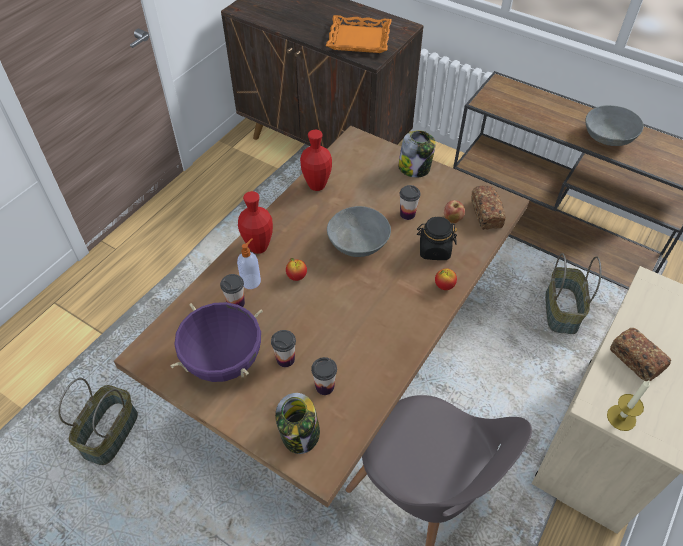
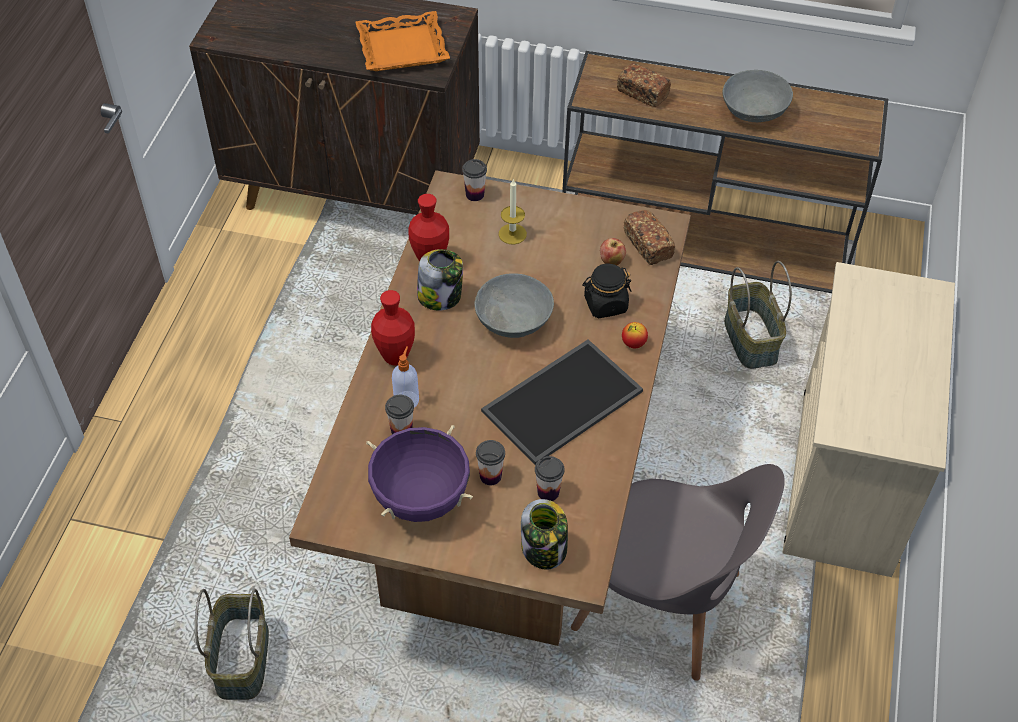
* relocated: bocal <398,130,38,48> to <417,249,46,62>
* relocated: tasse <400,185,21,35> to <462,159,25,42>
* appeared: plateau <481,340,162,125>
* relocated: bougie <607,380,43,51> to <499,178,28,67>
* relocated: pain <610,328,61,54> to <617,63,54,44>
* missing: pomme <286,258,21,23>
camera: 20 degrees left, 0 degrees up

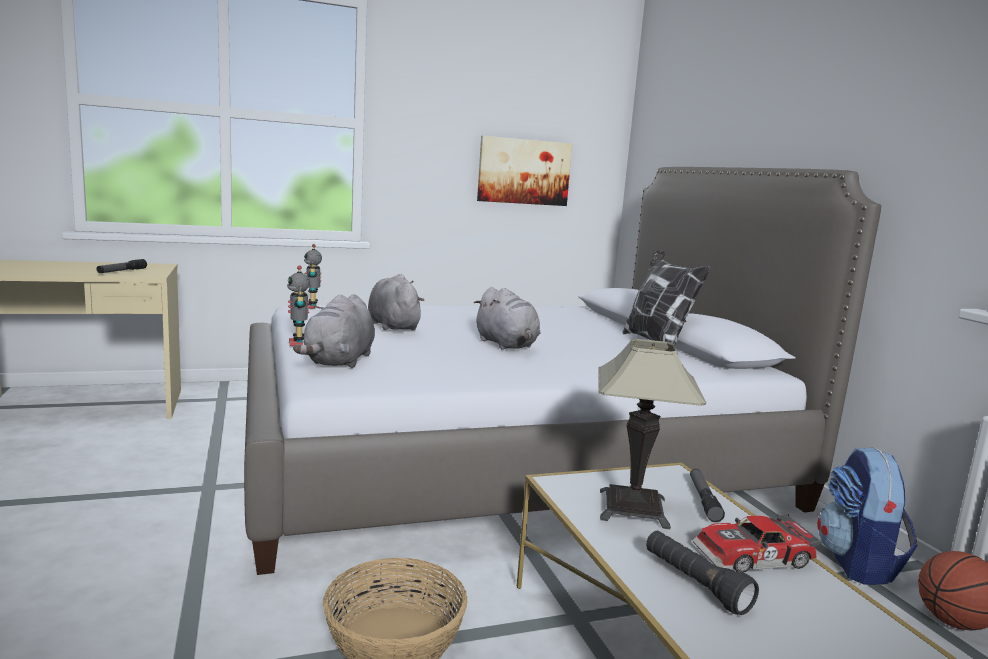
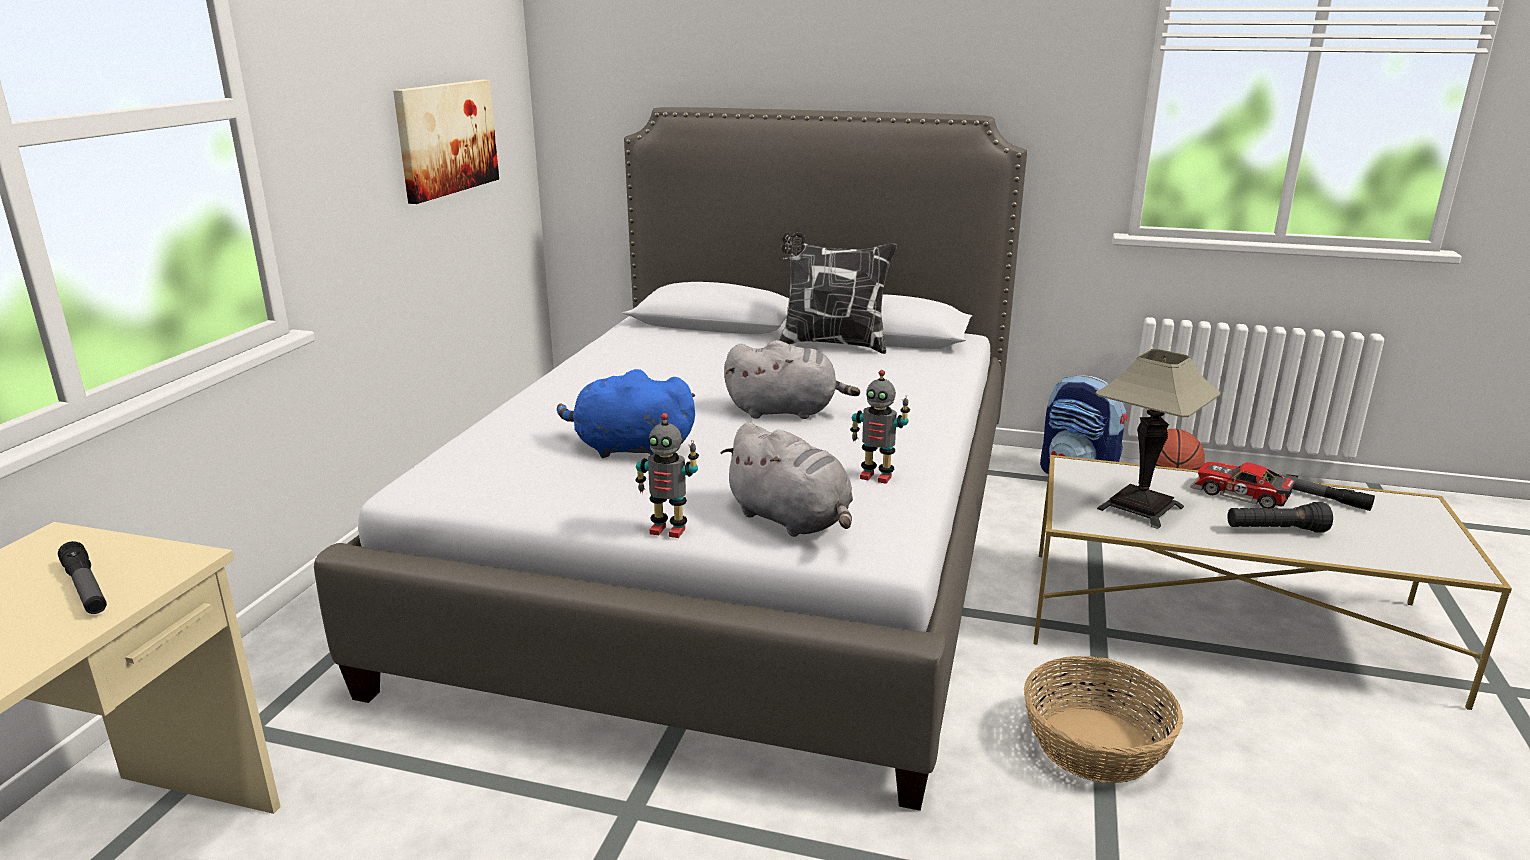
* colour: peluche [gris] <368,274,56,56> to peluche [bleu] <557,369,138,89>
* relocated: robot jouet <304,244,18,65> to <850,370,60,114>
* spun: petite voiture <692,514,131,59> = <1190,462,108,46> 105 degrees clockwise
* relocated: lampe de poche <690,469,35,53> to <1279,474,96,37>
camera: 55 degrees left, 10 degrees up

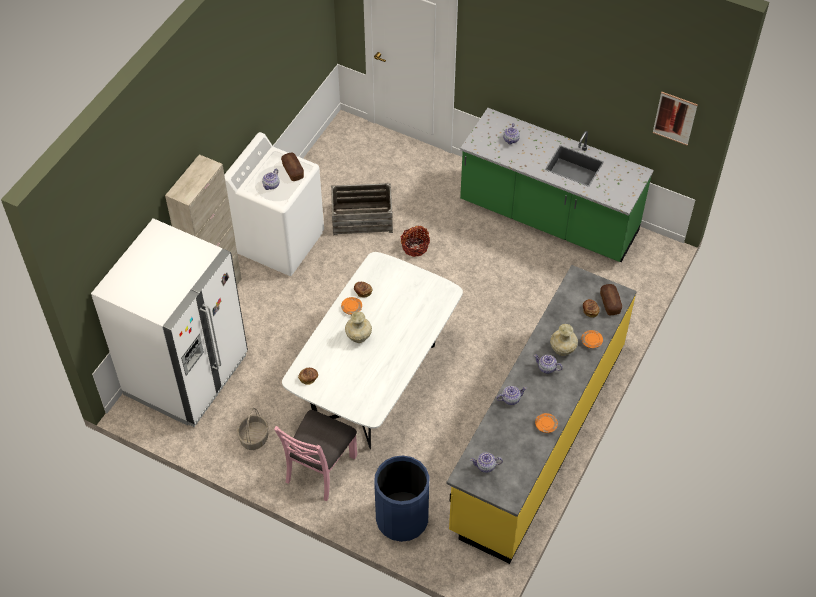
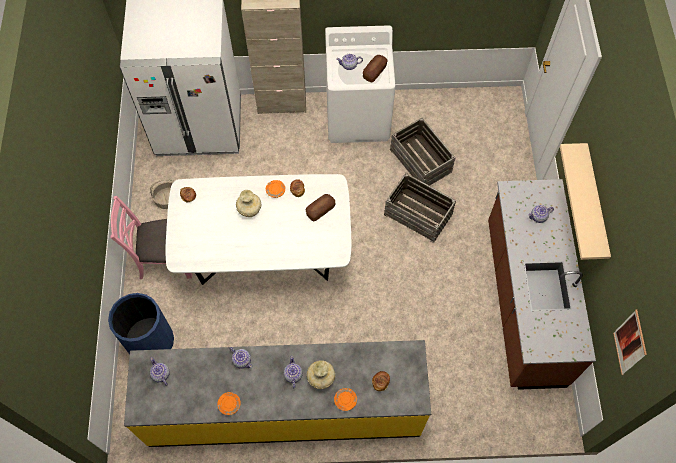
* relocated: pain <600,284,22,31> to <306,194,29,28>
* exchanged: panier <401,226,29,31> to caisse <384,173,72,70>
* colour: comptoir de cuisine [vert] <460,108,194,154> to comptoir de cuisine [marron] <488,179,108,211>
* appeared: étagère [beige] <560,143,51,117>
camera: 60 degrees right, 10 degrees up

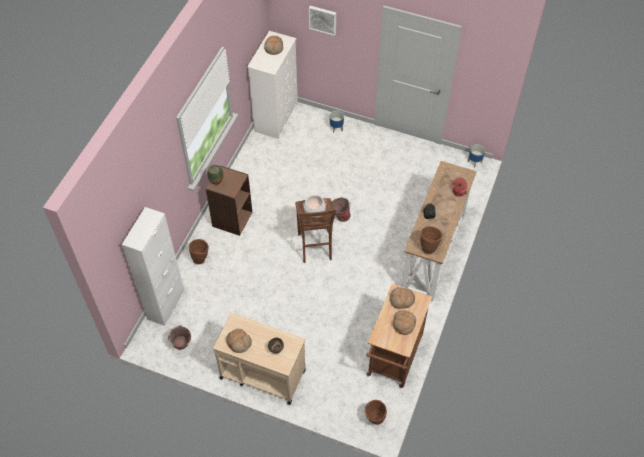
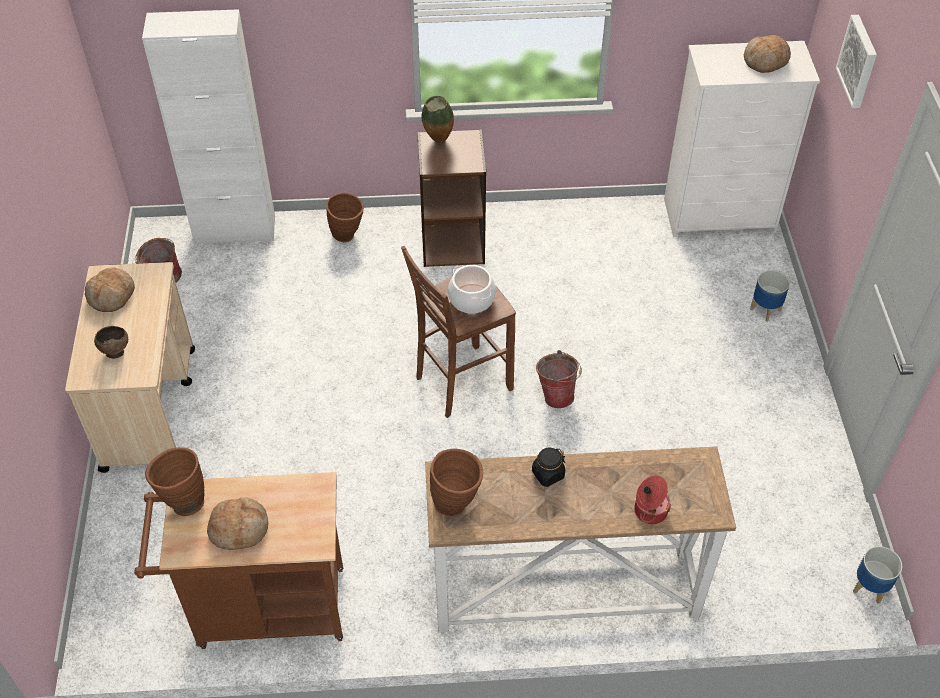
* relocated: vase [marron] <365,400,22,25> to <145,447,59,69>
* missing: pain <390,287,25,22>
camera: 65 degrees right, 5 degrees down

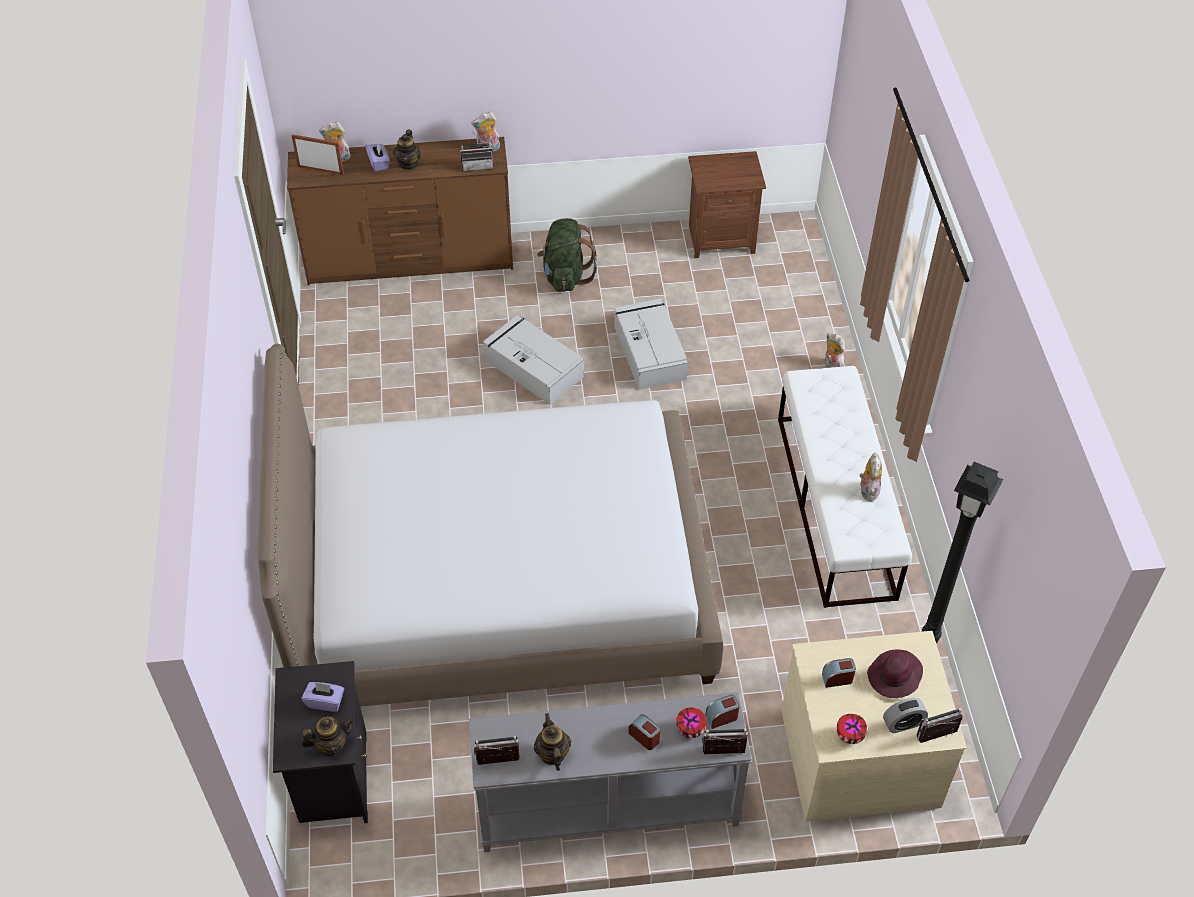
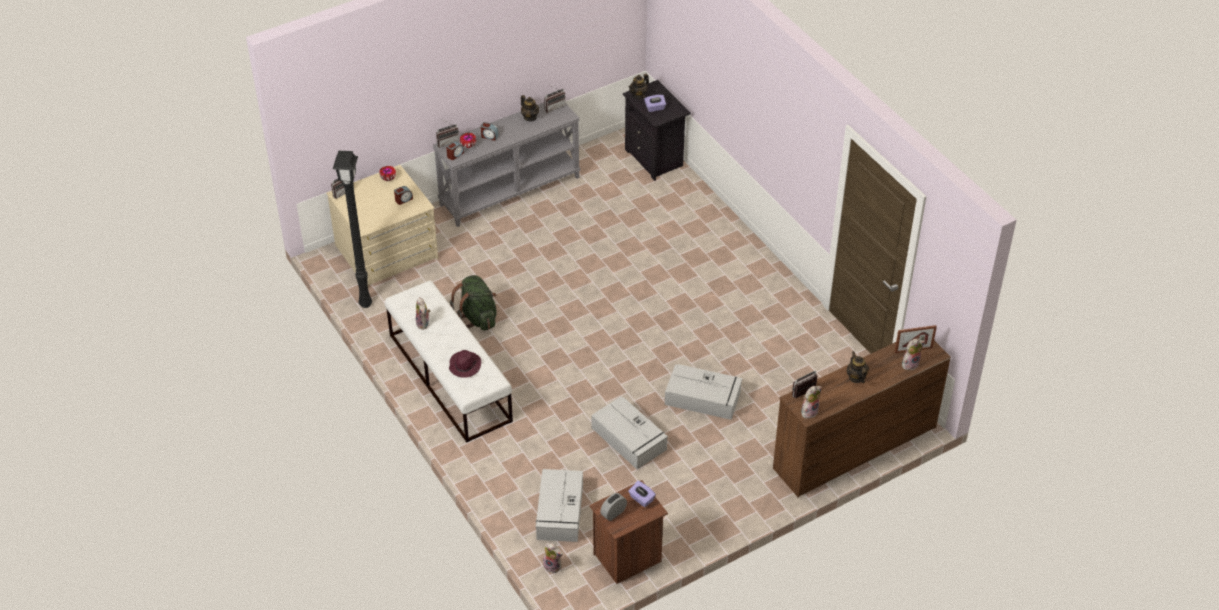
* relocated: chapeau [violet] <867,649,56,49> to <449,350,32,28>
* relocated: sac à dos [vert] <537,218,60,74> to <450,275,47,56>
* appeared: boîte de rangement [gris] <536,469,47,73>
* relocated: peluche <824,333,21,35> to <543,542,20,31>
* relocated: réveil <883,698,45,35> to <600,493,27,28>
* relocated: boîte à mouchoirs [violet] <365,141,25,31> to <628,481,28,26>
* missing: lit <257,344,466,363>
camera: 155 degrees right, 5 degrees down

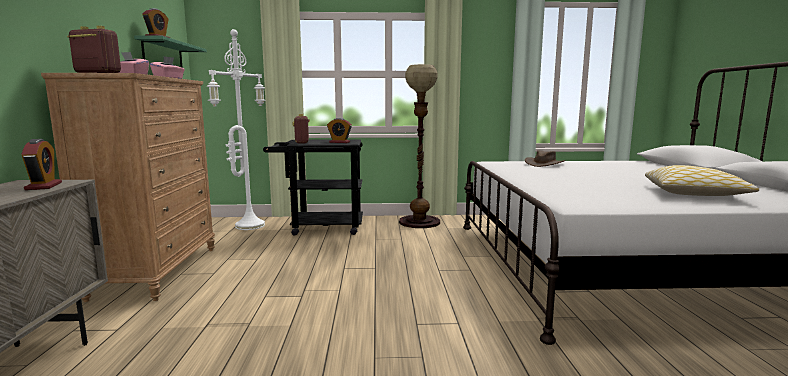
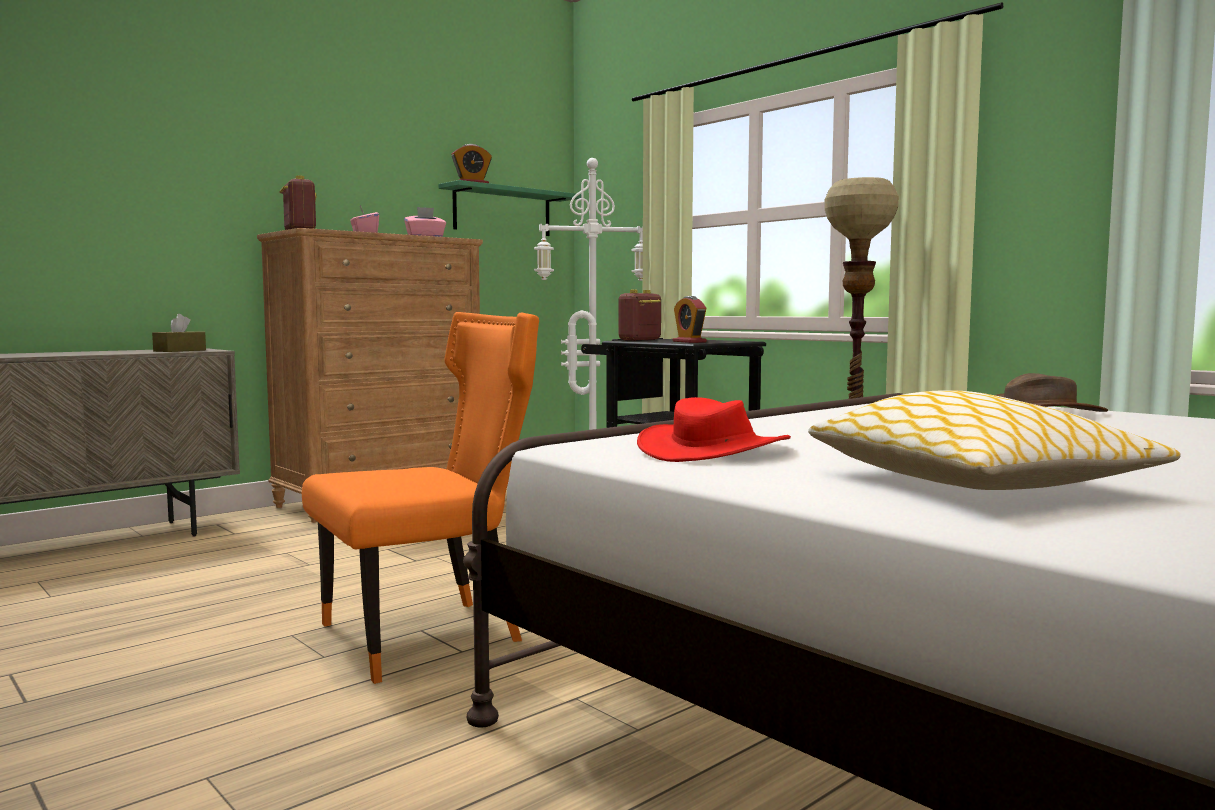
* exchanged: réveil <22,139,40,51> to boîte à mouchoirs [marron] <152,314,54,38>
* appeared: chaise [orange] <302,312,237,372>
* appeared: chapeau [rouge] <637,397,154,65>
camera: 50 degrees right, 5 degrees down

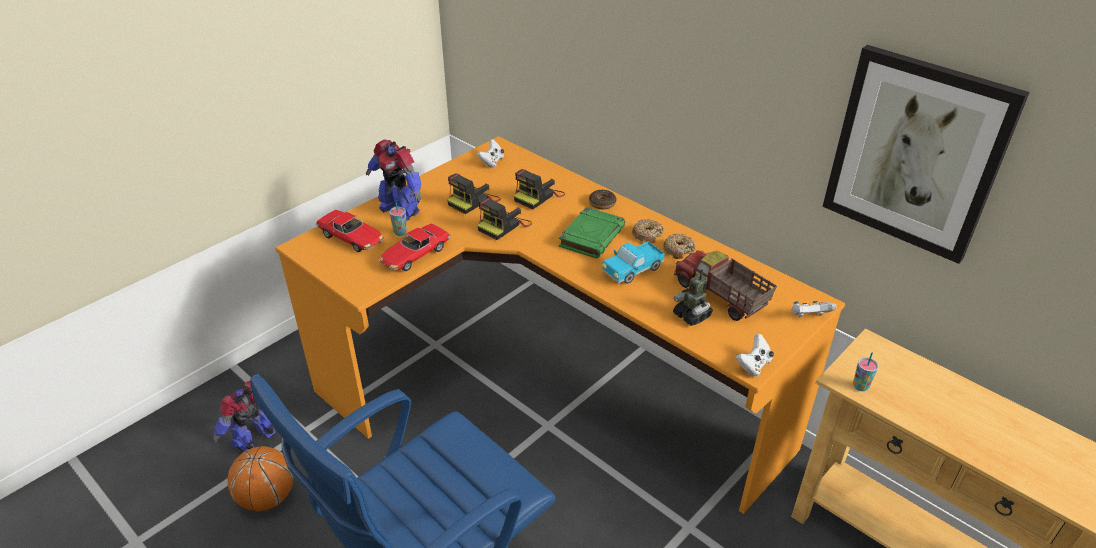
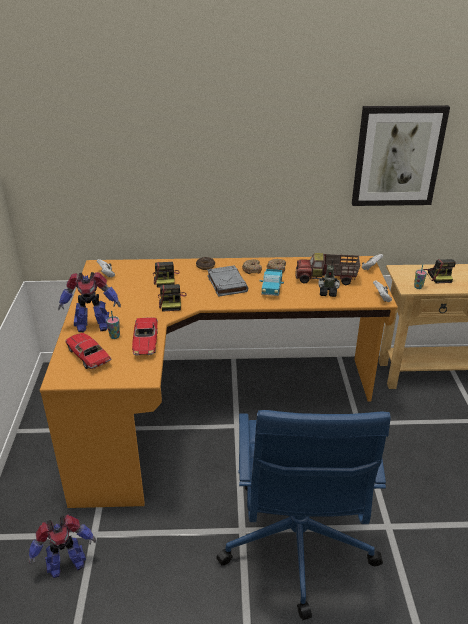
* spun: robot jouet <213,381,62,72> = <28,515,68,63> 105 degrees counterclockwise
* spun: petite voiture <316,210,68,42> = <65,333,47,36> 120 degrees counterclockwise
* colour: livre [vert] <559,207,66,52> to livre [gris] <207,266,41,31>
* relocated: appareil photo <447,174,54,40> to <423,259,33,25>
* missing: ballon de basket <228,446,65,65>
camera: 45 degrees left, 5 degrees down

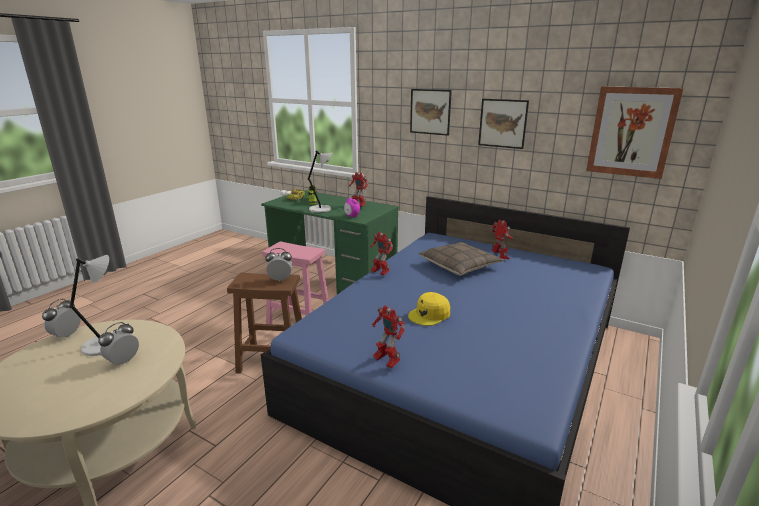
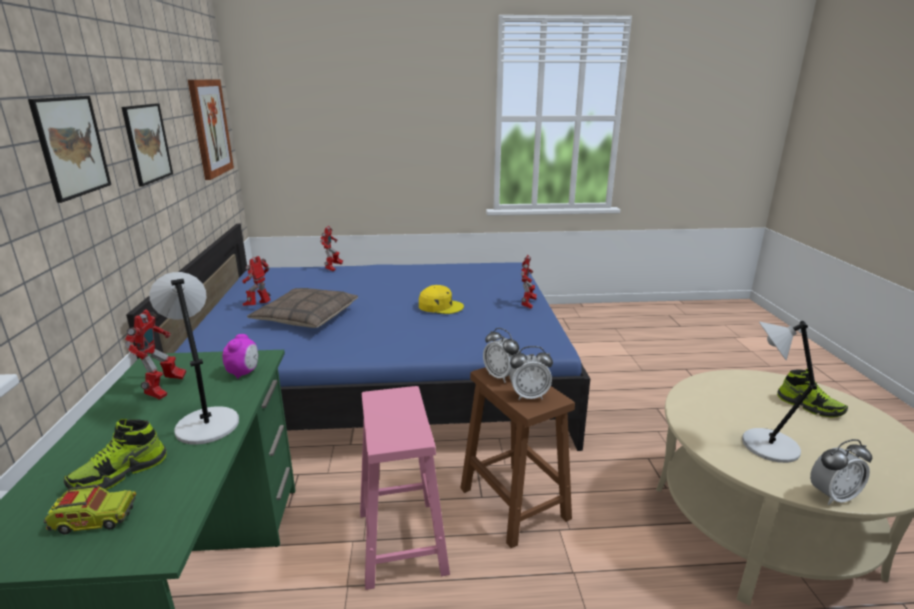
* relocated: robot jouet <370,231,23,44> to <320,226,23,45>
* relocated: réveil <98,322,41,43> to <509,346,44,54>
* appeared: chaussure <777,369,71,49>
camera: 125 degrees left, 0 degrees up

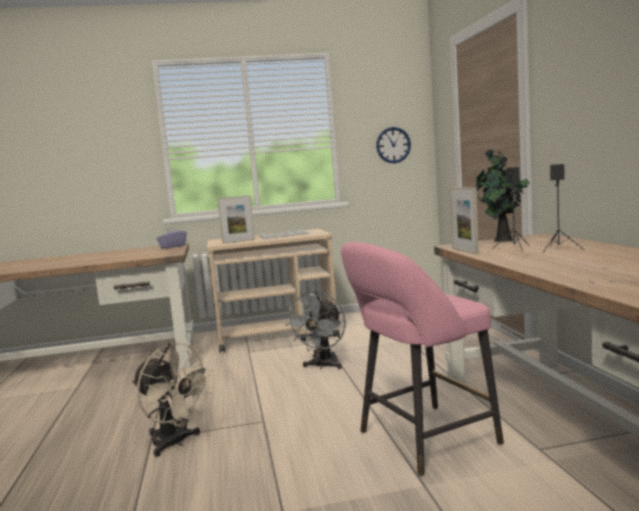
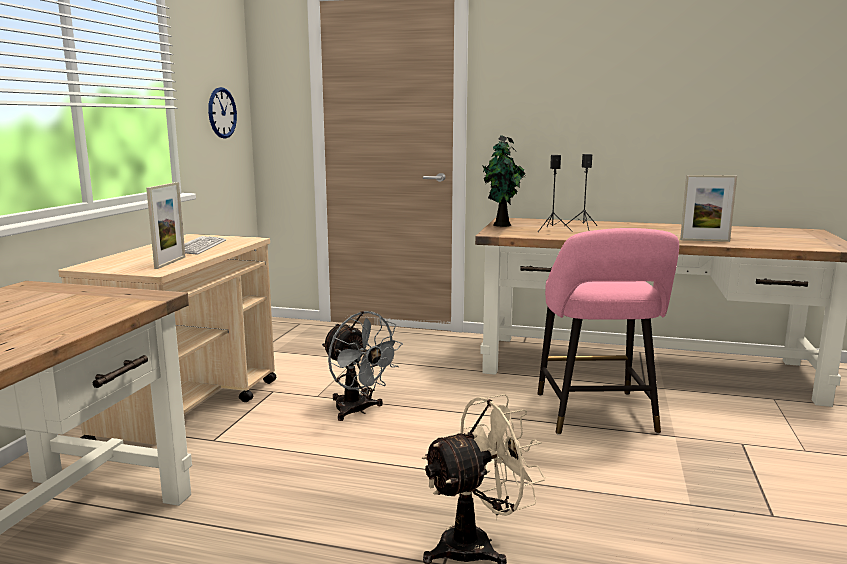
* relocated: cadre photo <449,187,30,67> to <680,175,57,67>
* missing: boîte à mouchoirs [violet] <156,226,31,22>
camera: 65 degrees left, 5 degrees up

